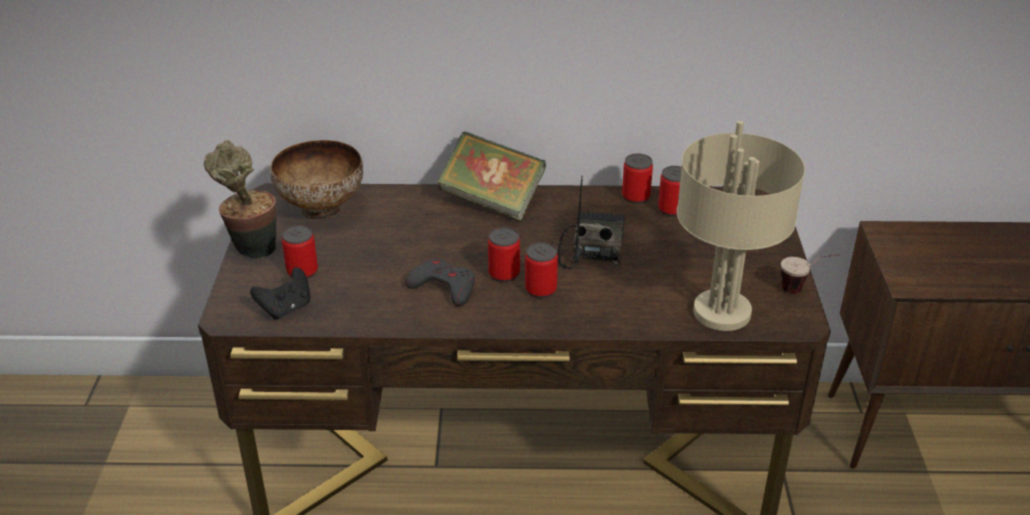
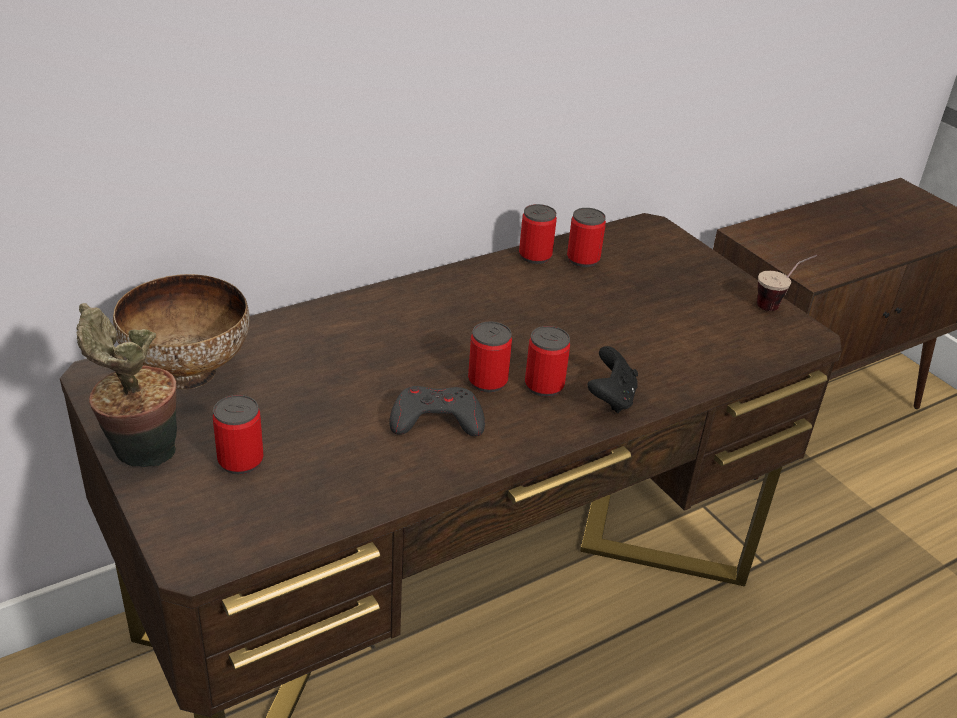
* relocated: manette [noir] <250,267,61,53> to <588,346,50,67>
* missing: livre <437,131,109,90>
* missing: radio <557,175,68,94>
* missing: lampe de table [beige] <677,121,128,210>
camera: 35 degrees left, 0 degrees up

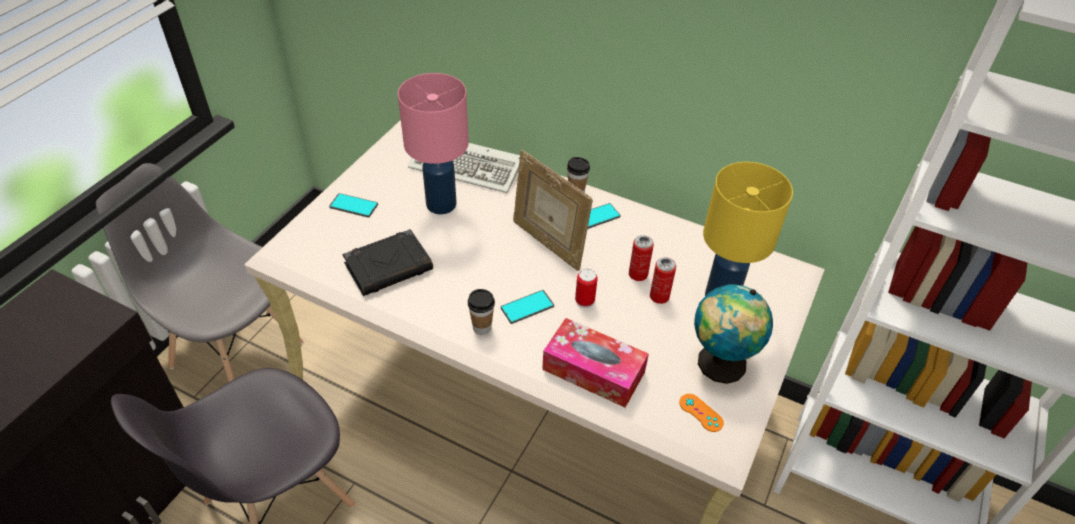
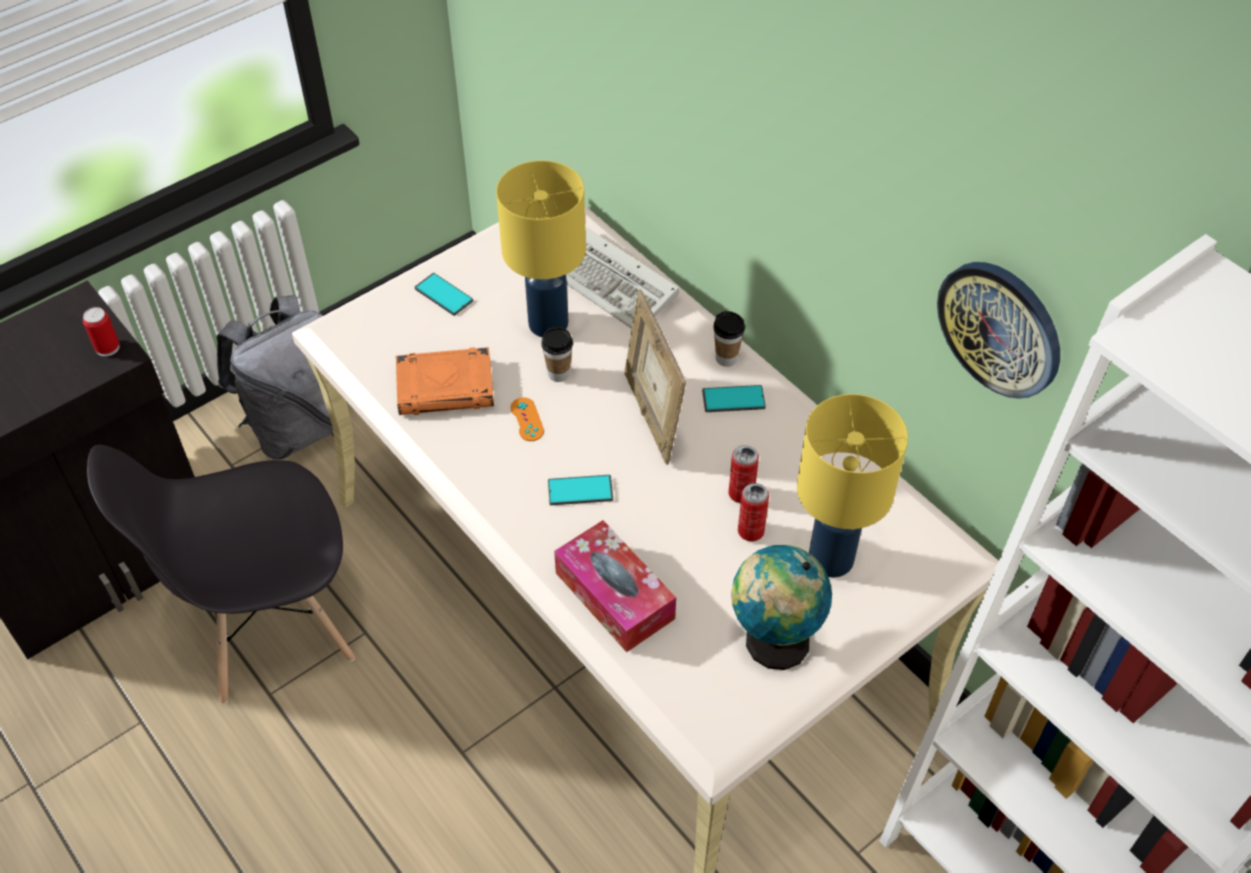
* relocated: boîte métallique <575,268,23,40> to <83,307,37,49>
* exchanged: chaise [gris] <96,163,207,219> to sac à dos [gris] <217,295,116,165>
* colour: livre [noir] <342,229,91,67> to livre [orange] <396,347,98,68>
* colour: lampe de table [rose] <398,73,71,141> to lampe de table [jaune] <496,160,90,177>
* relocated: manette [orange] <679,394,45,38> to <511,397,33,44>
* relocated: tasse <468,289,27,46> to <541,327,32,55>
* appeared: horloge murale <937,262,123,137>
camera: 25 degrees right, 5 degrees up

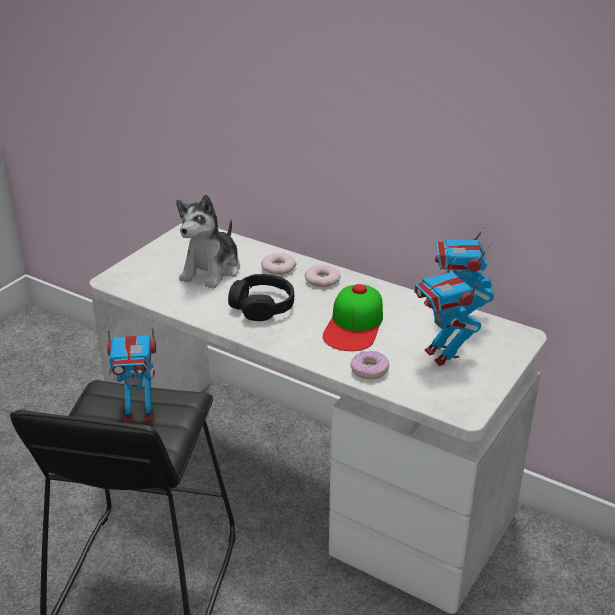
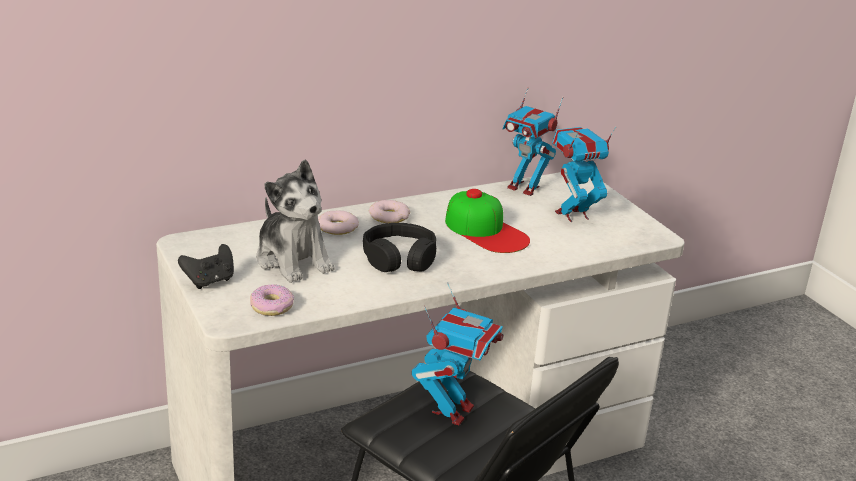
* appeared: manette [noir] <178,244,56,45>
* relocated: beignet <351,351,38,28> to <250,284,44,32>
* spun: robot jouet <415,252,69,114> = <552,127,64,95> 150 degrees clockwise
camera: 60 degrees left, 5 degrees down

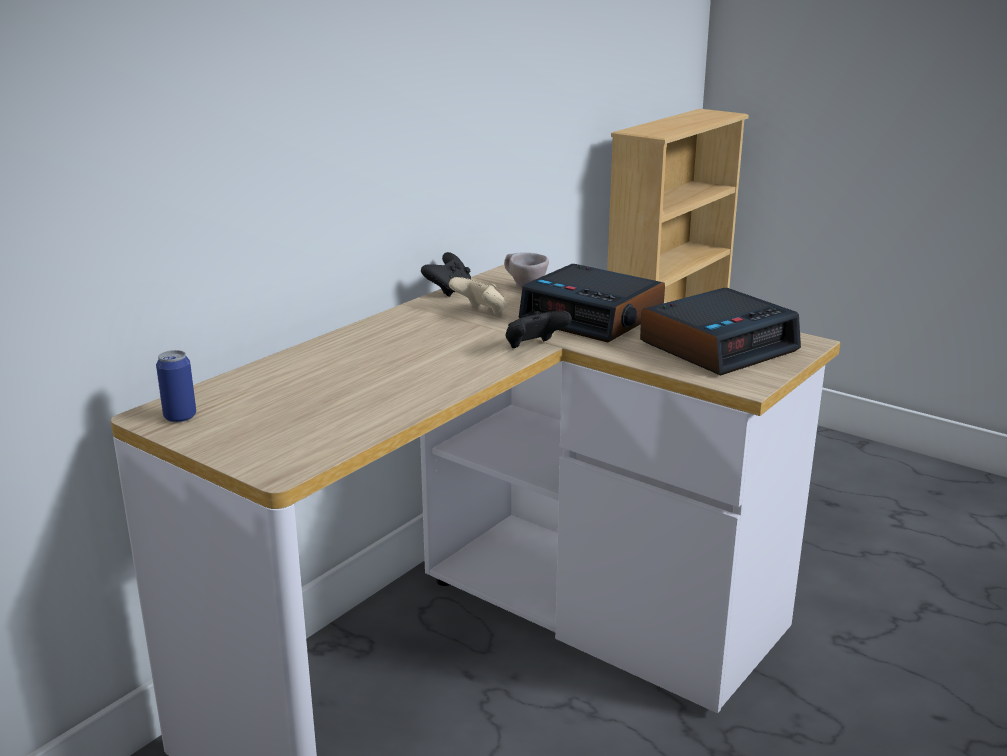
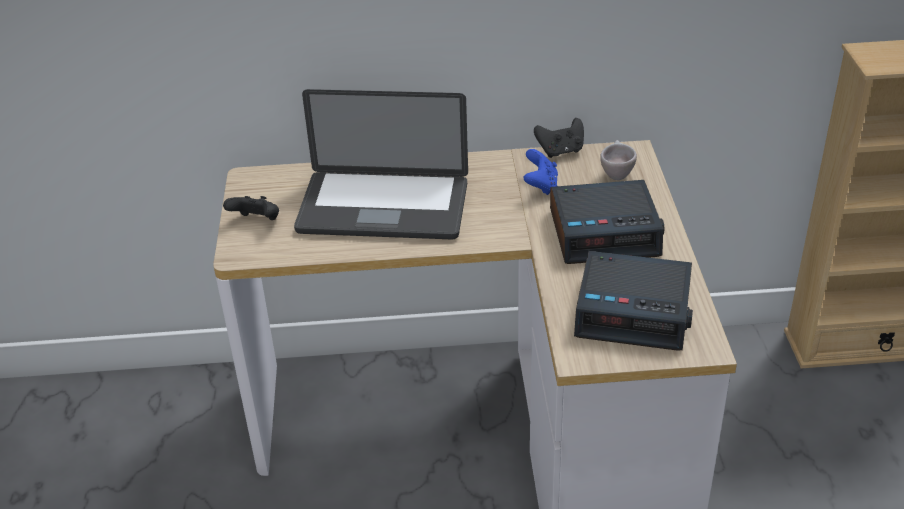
* relocated: manette [noir] <506,311,66,37> to <223,196,56,24>
* appeared: ordinateur portable <294,89,174,150>
* colour: manette [beige] <449,277,58,39> to manette [bleu] <524,149,34,46>
* spun: réveil <519,264,146,79> = <550,180,115,84> 90 degrees counterclockwise
* missing: boîte métallique <156,350,40,73>
camera: 50 degrees right, 15 degrees up

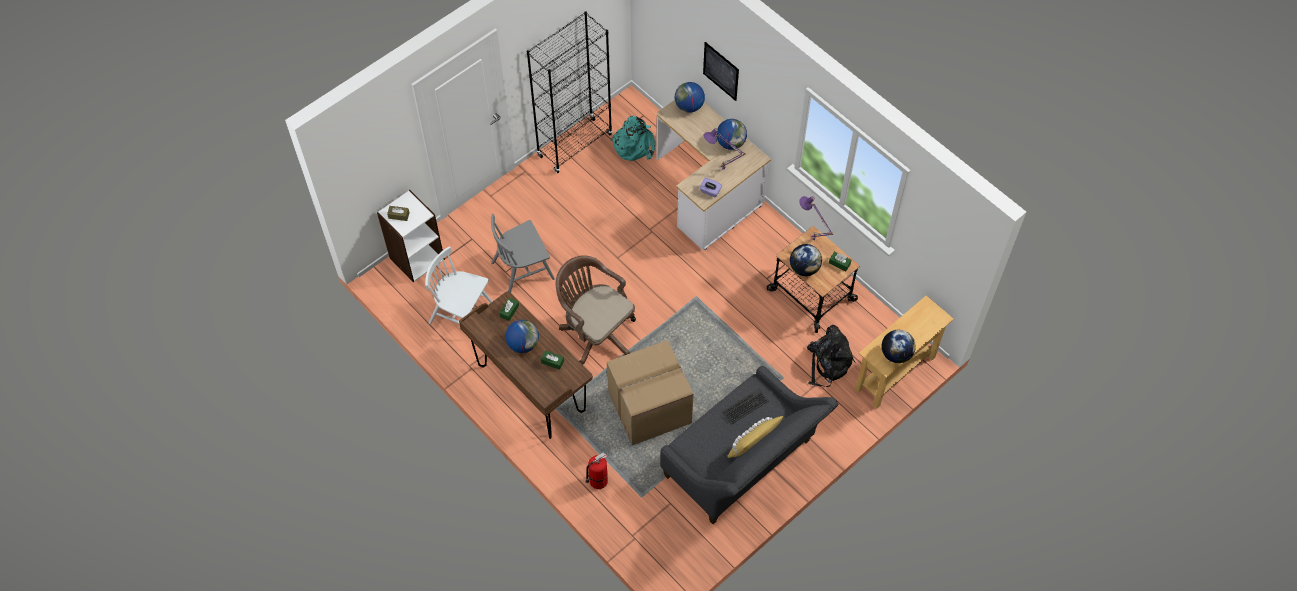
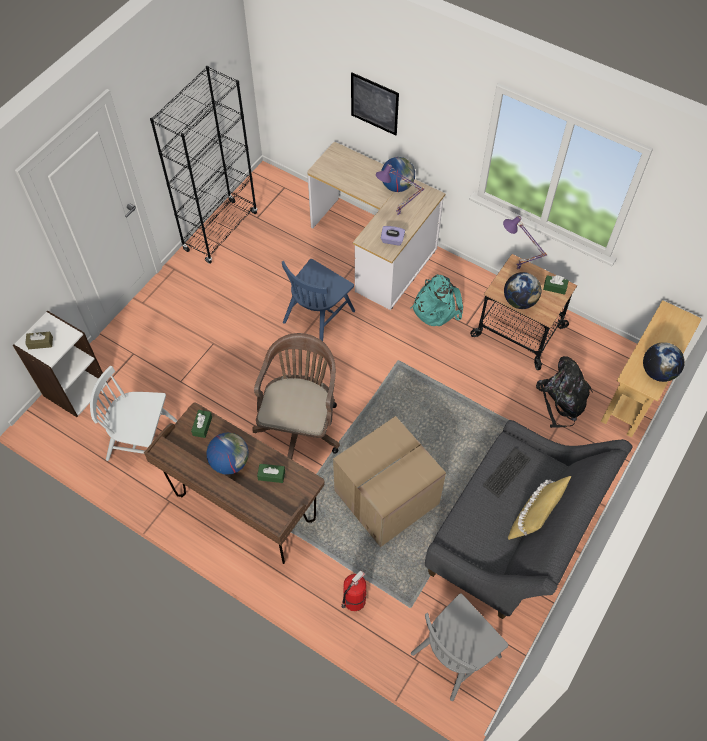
* spun: chaise de bureau [marron] <556,255,80,110> = <252,333,88,127> 75 degrees clockwise
* appeared: chaise [bleu] <282,259,73,82>
* relocated: sac à dos [turquoise] <610,116,45,45> to <410,274,53,52>
* relocated: chaise [gris] <491,214,64,79> to <411,593,97,108>
* missing: globe <675,82,30,31>
camera: 15 degrees left, 0 degrees up

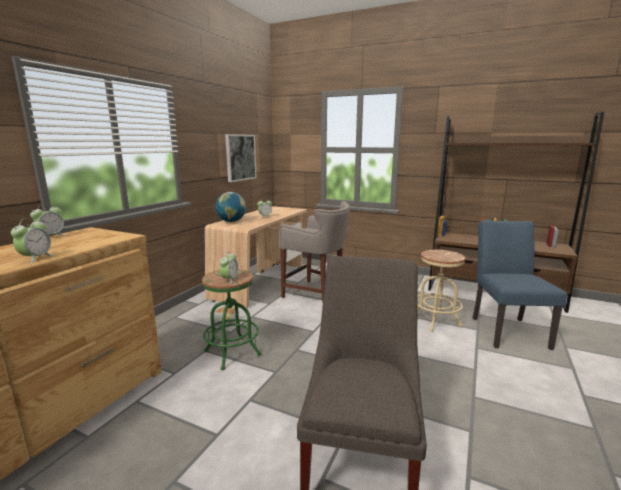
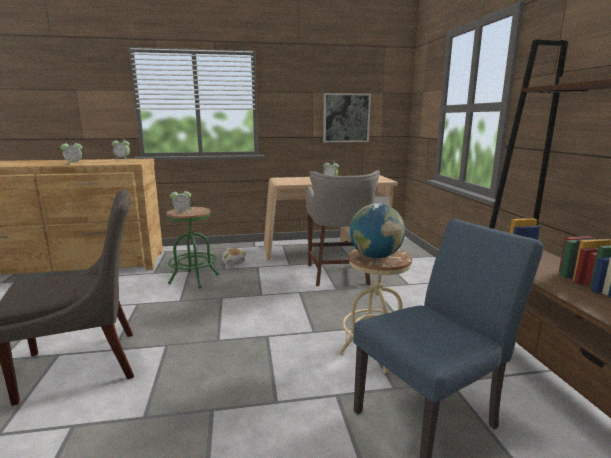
* relocated: globe <215,192,31,30> to <349,203,56,56>
camera: 55 degrees right, 0 degrees up

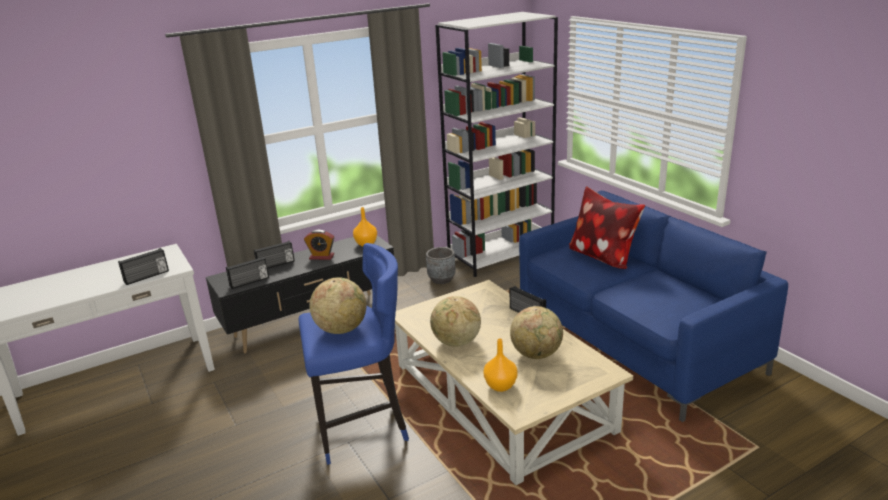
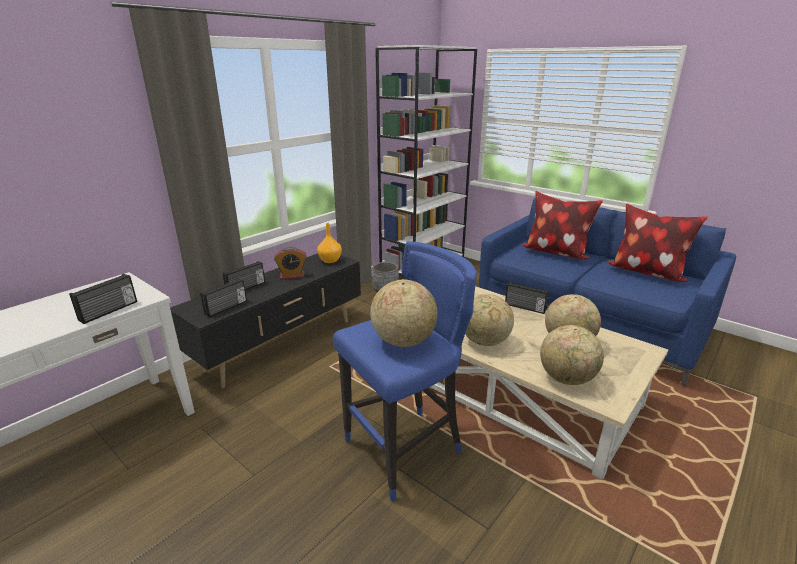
* exchanged: vase [orange] <484,338,34,54> to globe <540,325,64,60>
* appeared: coussin <607,204,101,78>
camera: 20 degrees left, 0 degrees up

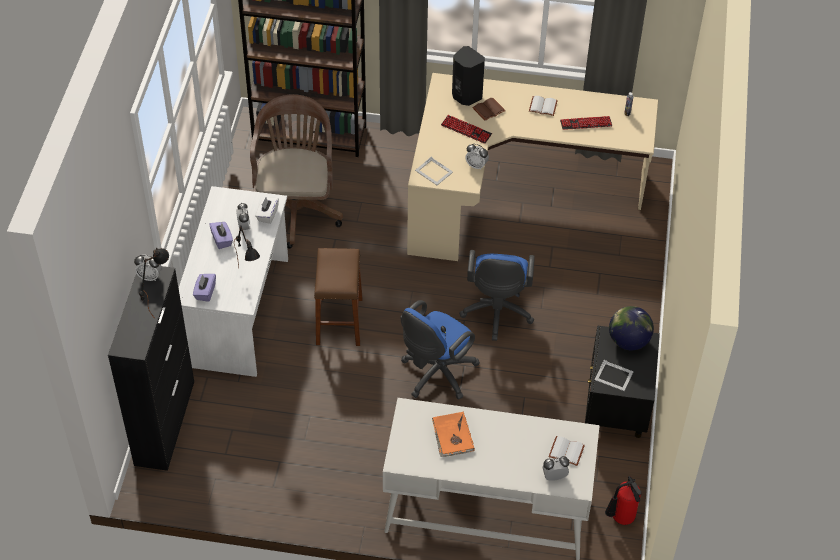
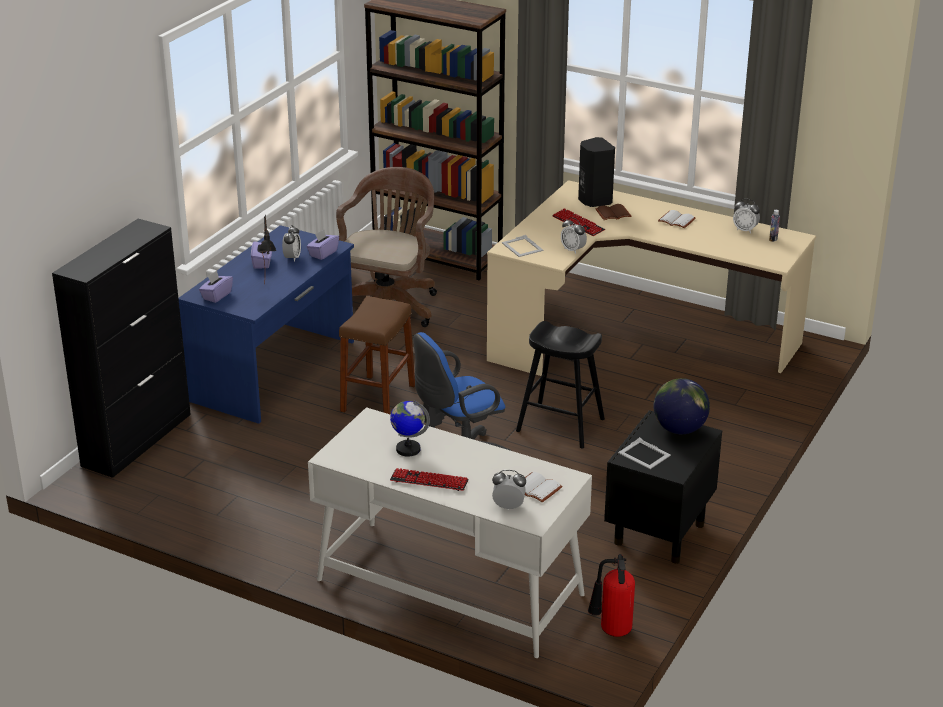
* colour: bureau [blanc] <179,186,109,191> to bureau [bleu] <178,225,176,199>
* colour: boîte à mouchoirs [blanc] <255,197,24,27> to boîte à mouchoirs [violet] <306,230,33,30>
* exchanged: livre [orange] <432,412,43,45> to globe <390,401,40,56>
* relocated: clavier <560,116,52,14> to <390,468,79,23>
* exchanged: chaise de bureau [bleu] <459,250,76,91> to tabouret [noir] <516,321,89,127>
* relocated: réveil <134,255,27,26> to <733,198,27,36>
* missing: lampe de table [noir] <139,248,30,70>
camera: 20 degrees right, 20 degrees down

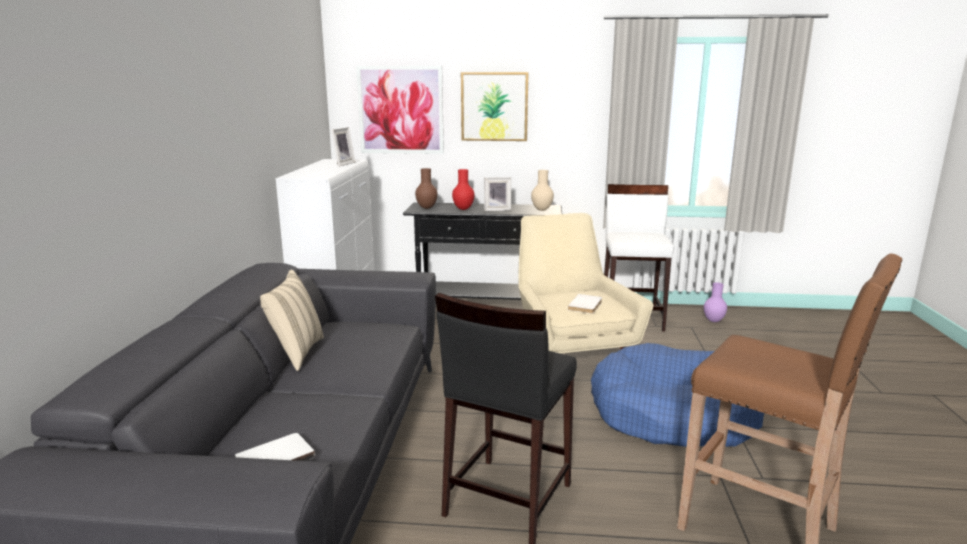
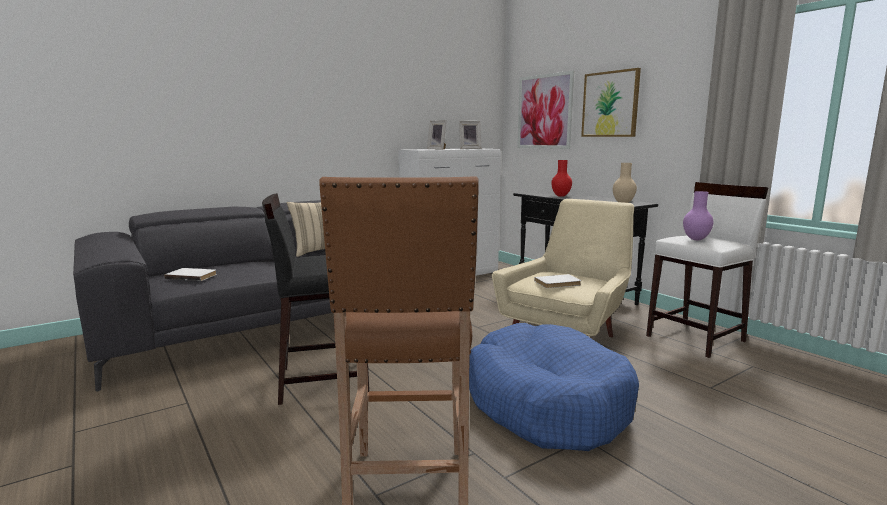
* relocated: cadre photo <484,177,27,34> to <427,120,20,30>
* relocated: vase [violet] <704,282,23,40> to <683,191,31,49>
* missing: vase [marron] <415,168,23,41>
camera: 50 degrees right, 5 degrees down

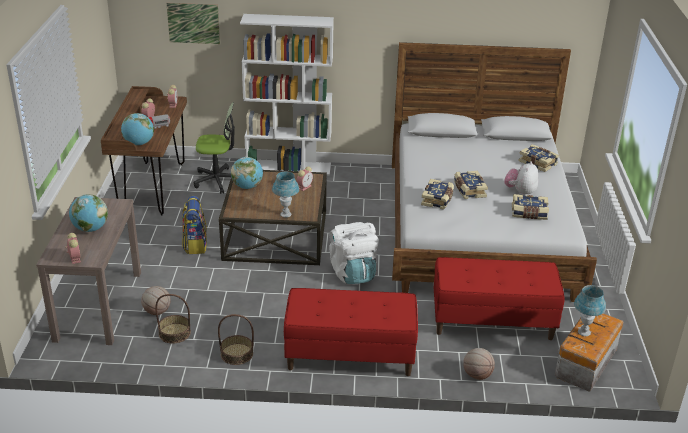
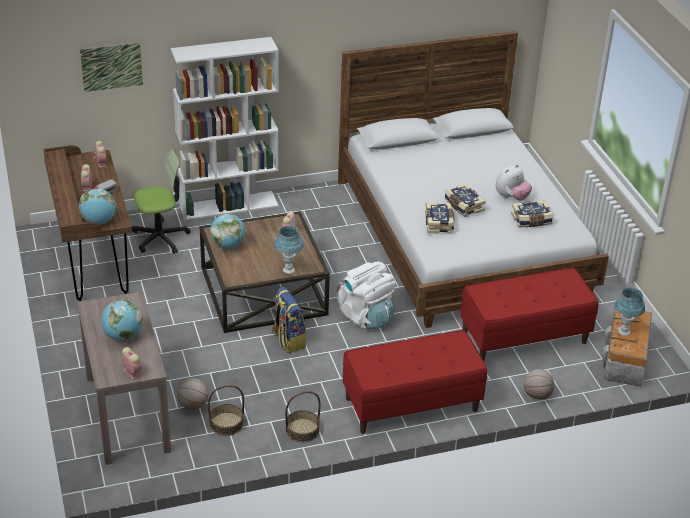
* relocated: sac à dos <182,196,25,58> to <272,287,34,66>
* spun: peluche <504,161,34,35> = <496,164,36,37> 135 degrees counterclockwise
* missing: livre <519,144,40,28>
camera: 20 degrees left, 5 degrees up

